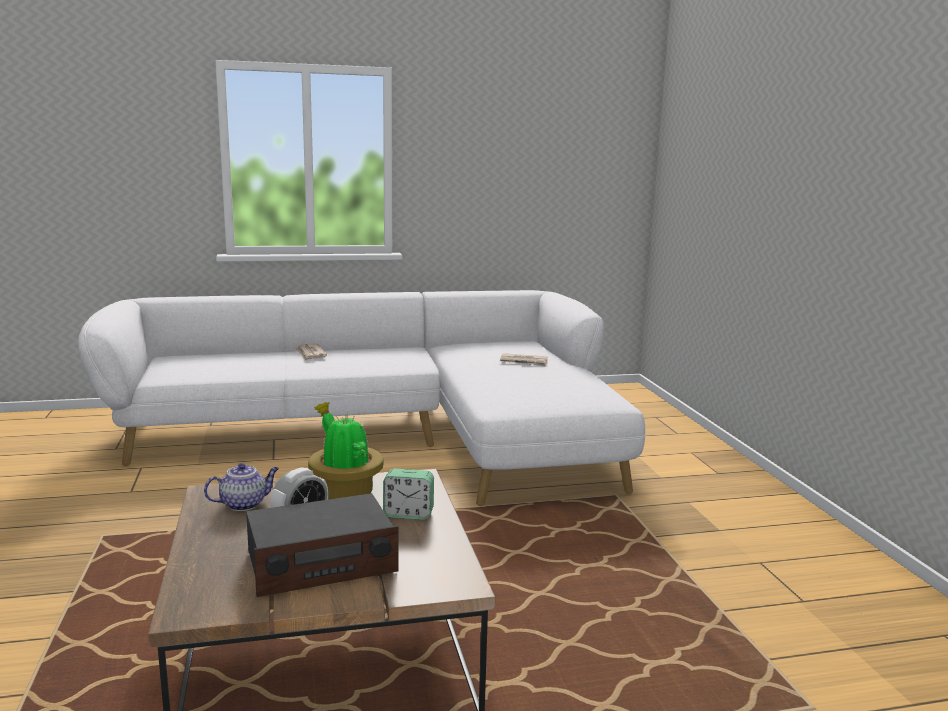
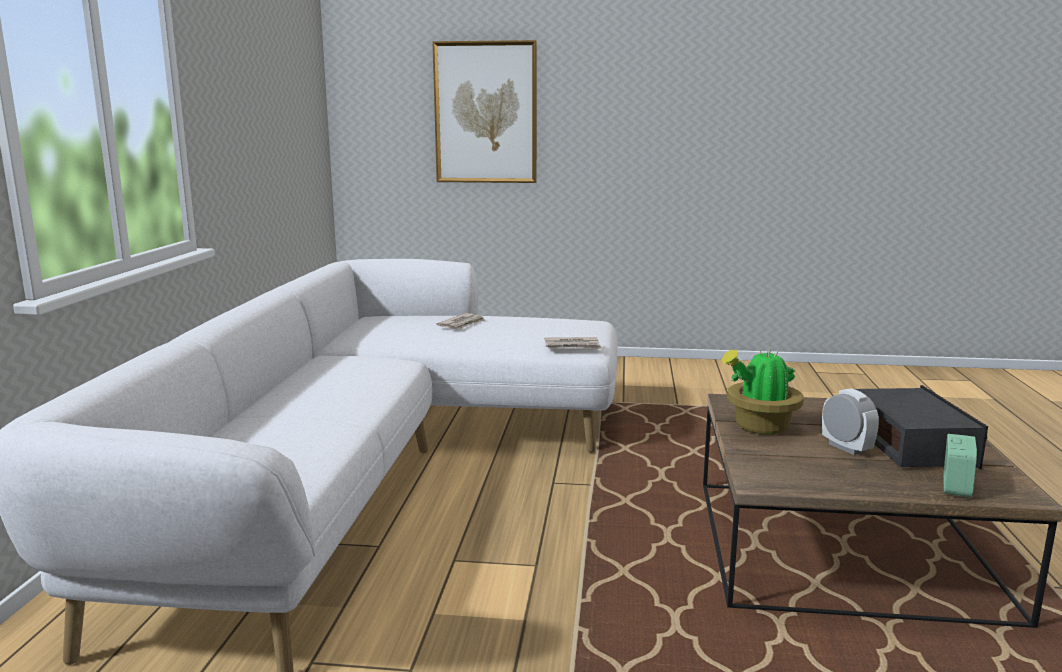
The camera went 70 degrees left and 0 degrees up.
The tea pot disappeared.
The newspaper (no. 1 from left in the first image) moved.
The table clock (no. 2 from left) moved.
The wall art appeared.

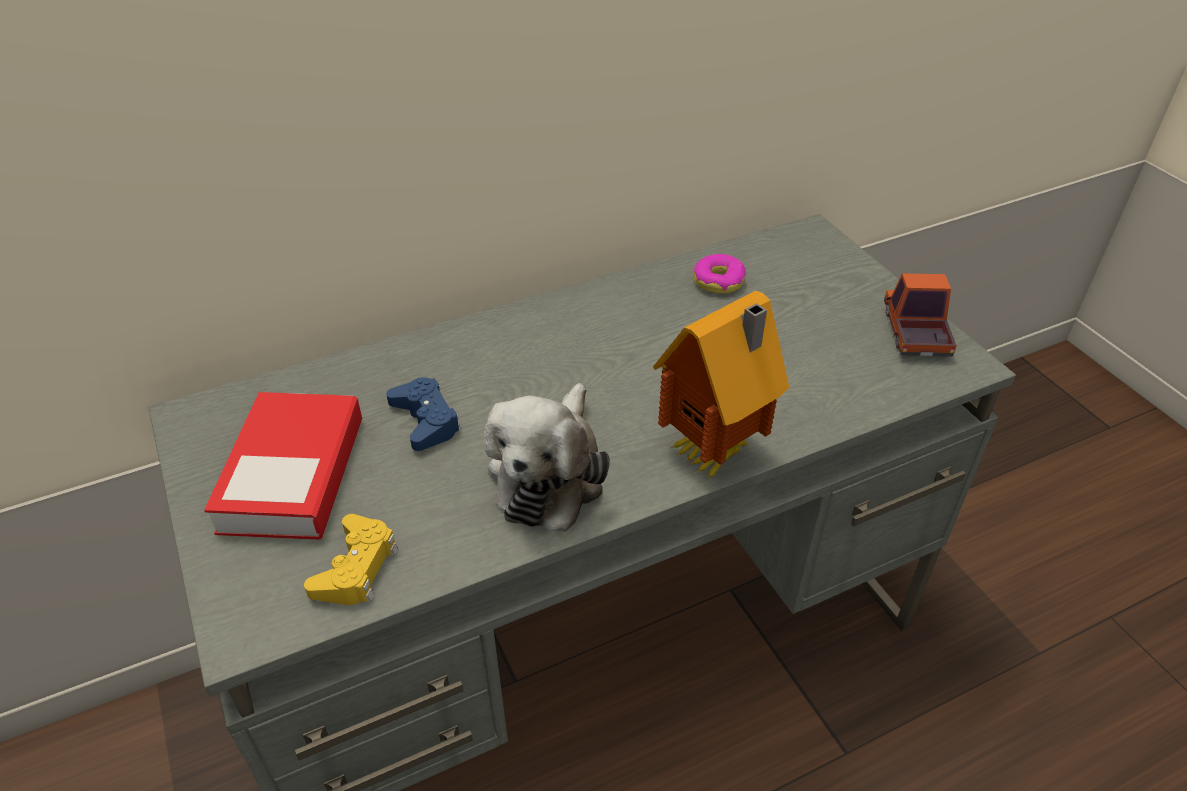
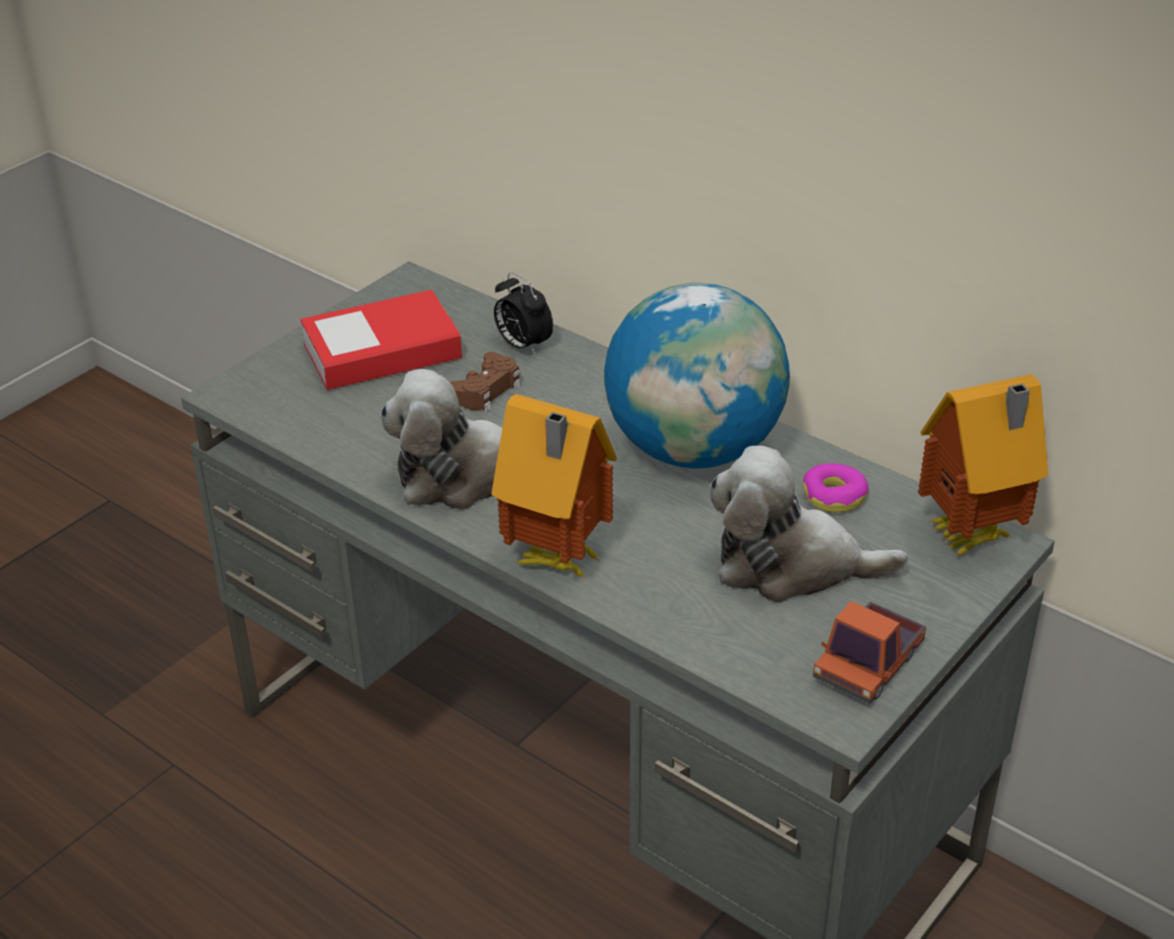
The camera went 65 degrees right and 5 degrees down.
The yellow game controller disappeared.
The blue-coloured game controller became the brown-coloured game controller.
The toy lorry turned 150 degrees clockwise.
The table clock appeared.
The desk globe appeared.
The plush toy (no. 2 from left) appeared.
The toy house (no. 2 from left) appeared.

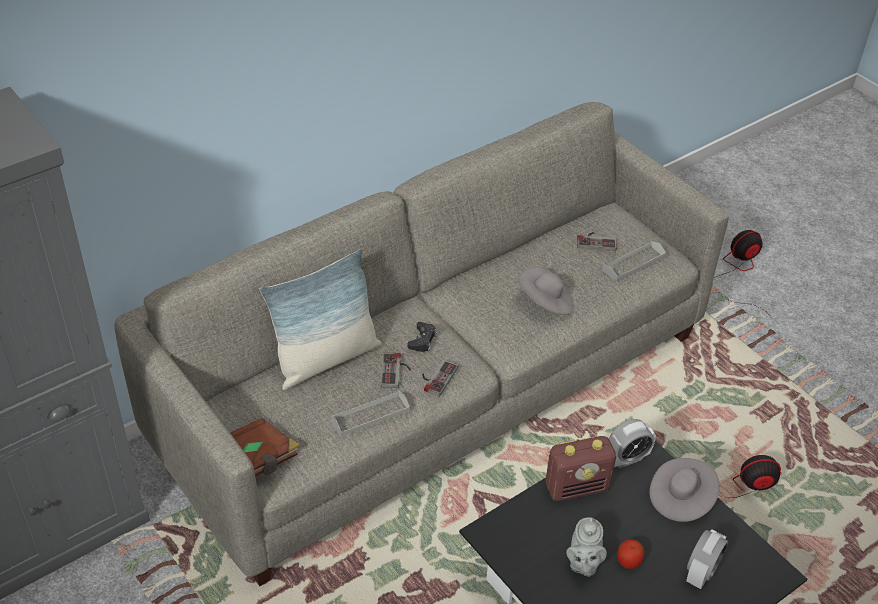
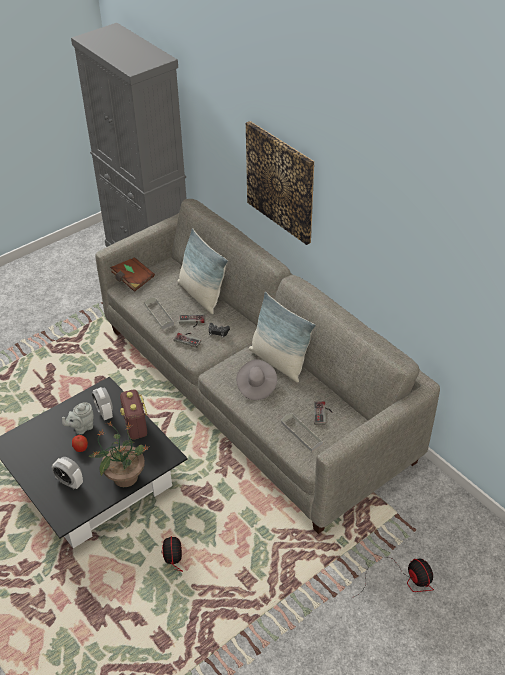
The camera went 90 degrees right and 0 degrees up.
The gray tea pot turned 45 degrees counterclockwise.
The table clock (no. 1 from left in the first image) moved.
The gray clothing hat (no. 2 from left) was replaced by the potted plant.
The wall art appeared.
The cushion (no. 2 from left) appeared.

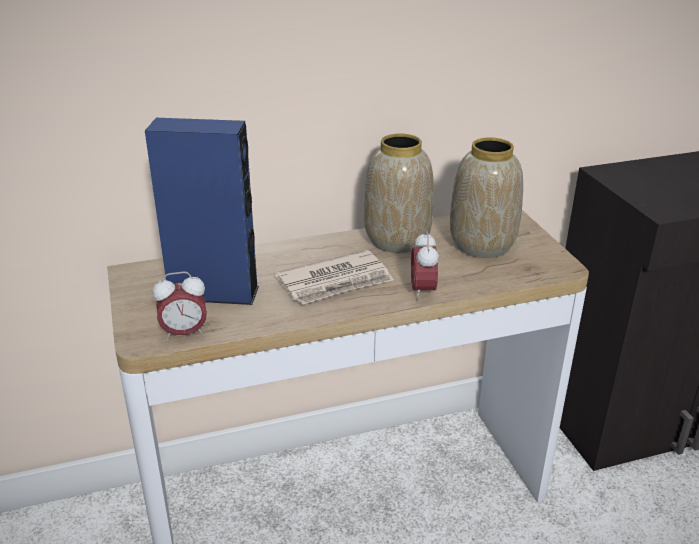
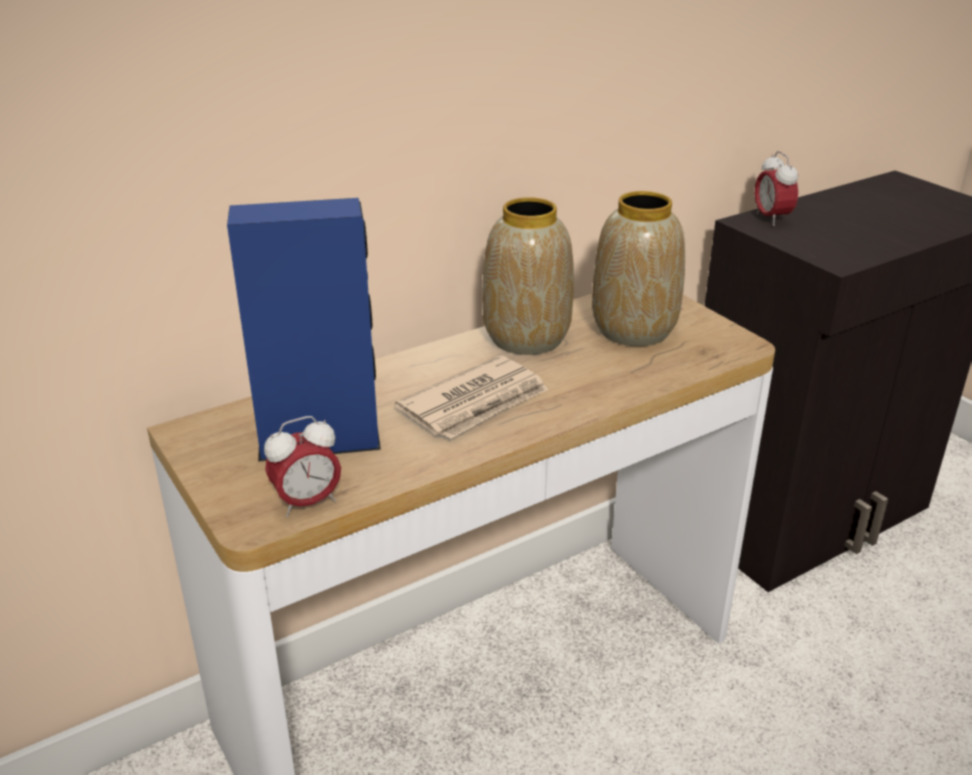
The camera went 15 degrees left and 0 degrees up.
The table clock (no. 2 from left) moved.

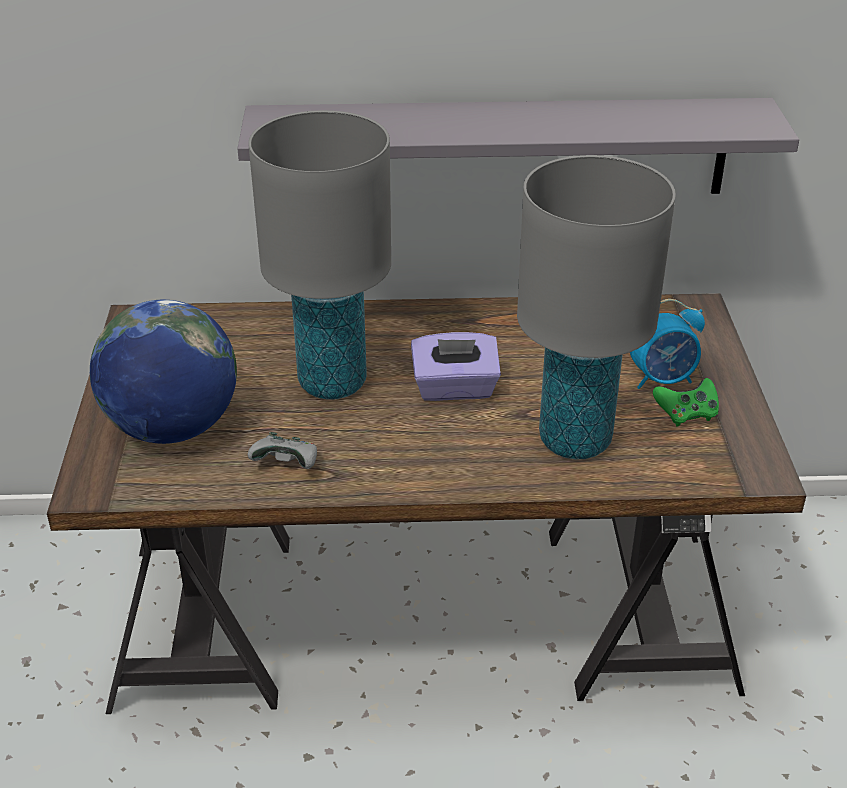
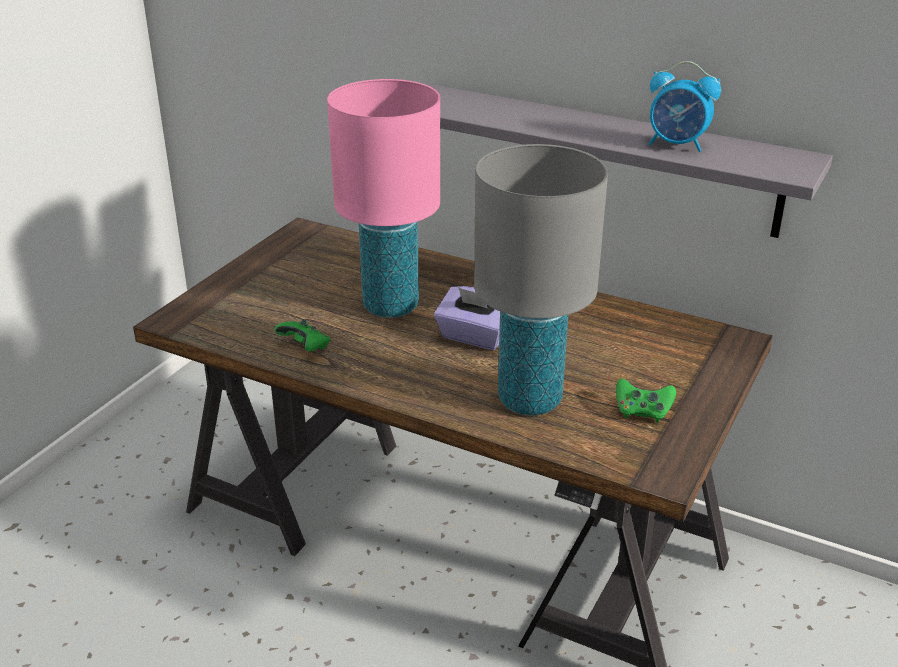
The camera went 30 degrees right and 5 degrees down.
The desk globe disappeared.
The gray tabletop lamp (no. 1 from left) became the pink-coloured tabletop lamp.
The gray game controller became the green game controller (no. 1 from left).
The table clock moved.

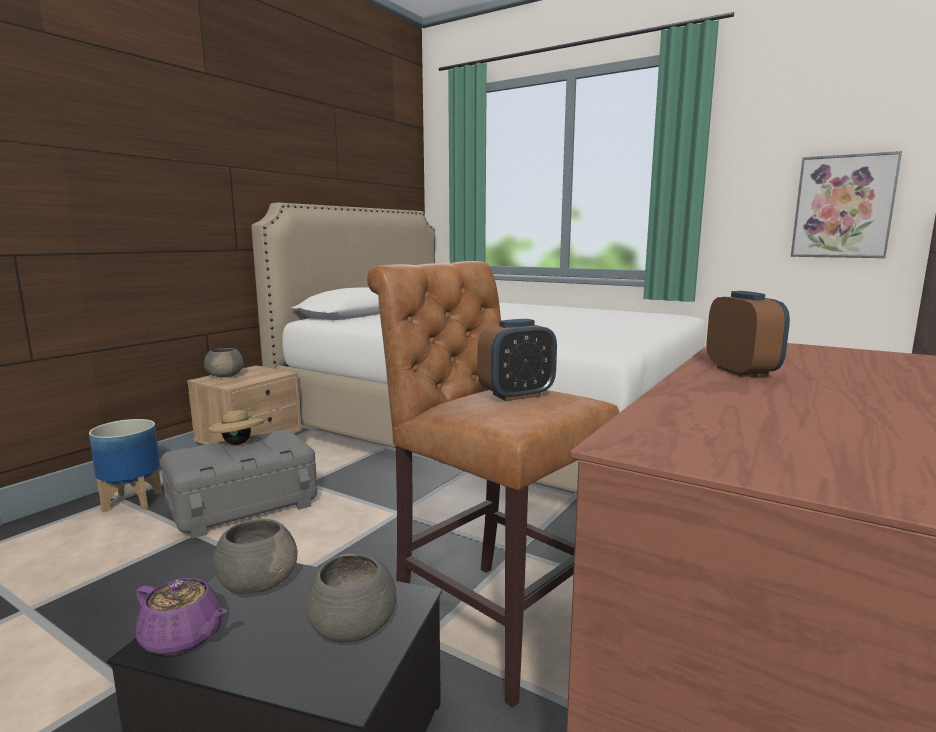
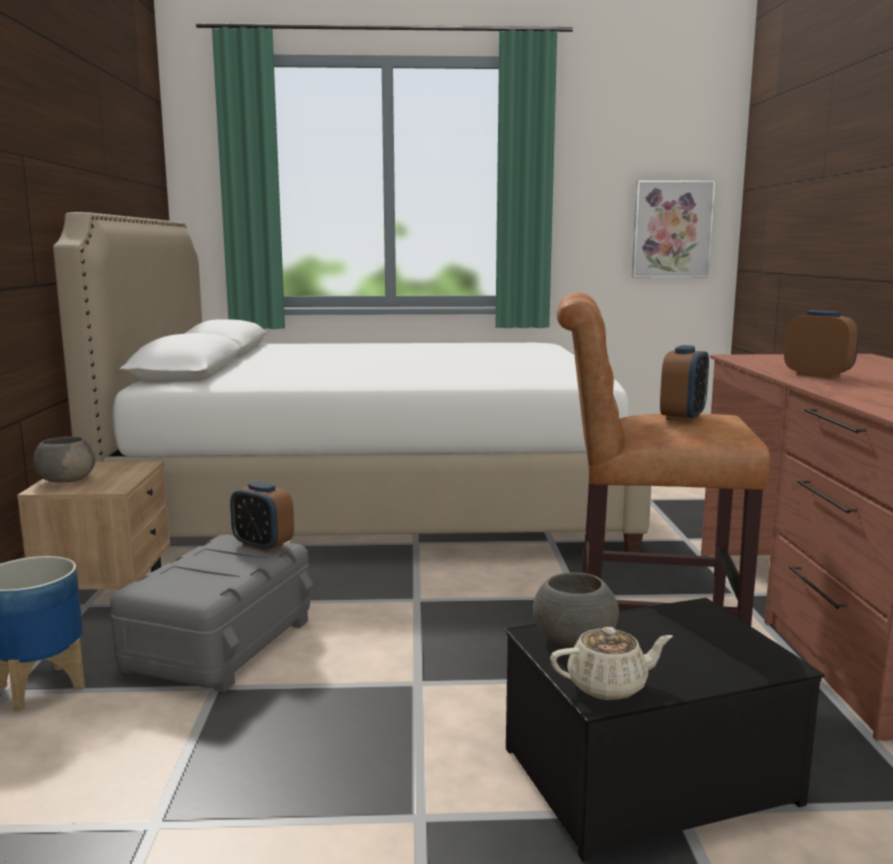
The camera went 35 degrees left and 0 degrees up.
The purple-coloured tea pot became the sand-coloured tea pot.
The sand-coloured clothing hat disappeared.
The gray bowl (no. 3 from left) disappeared.
The table clock (no. 1 from left) appeared.

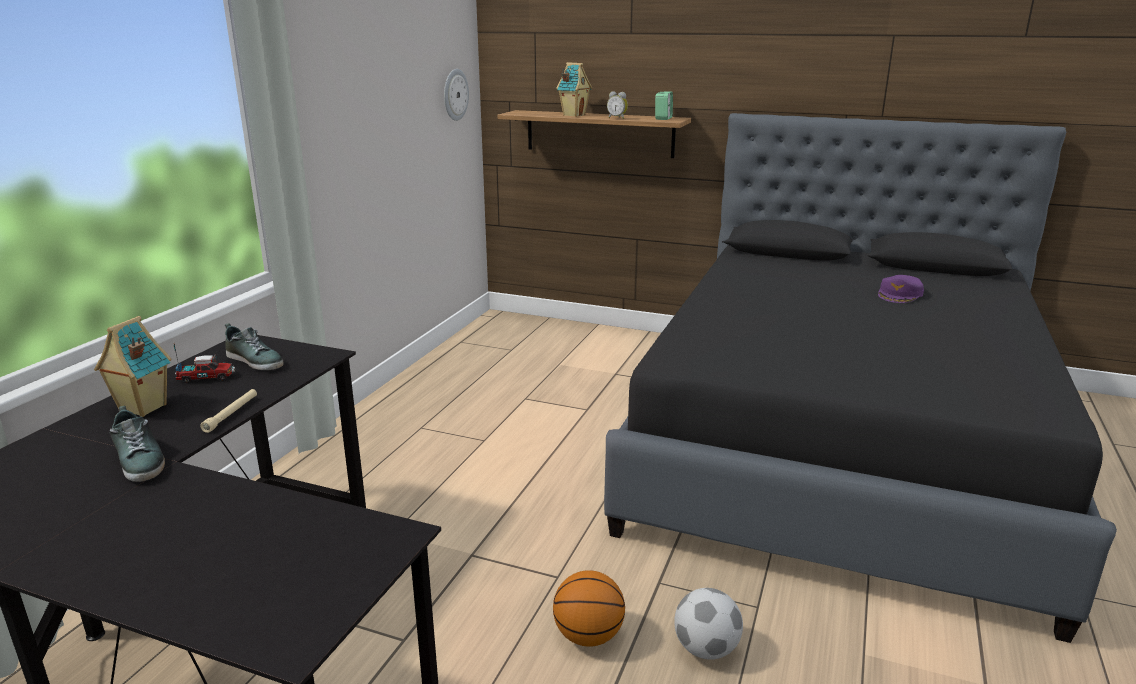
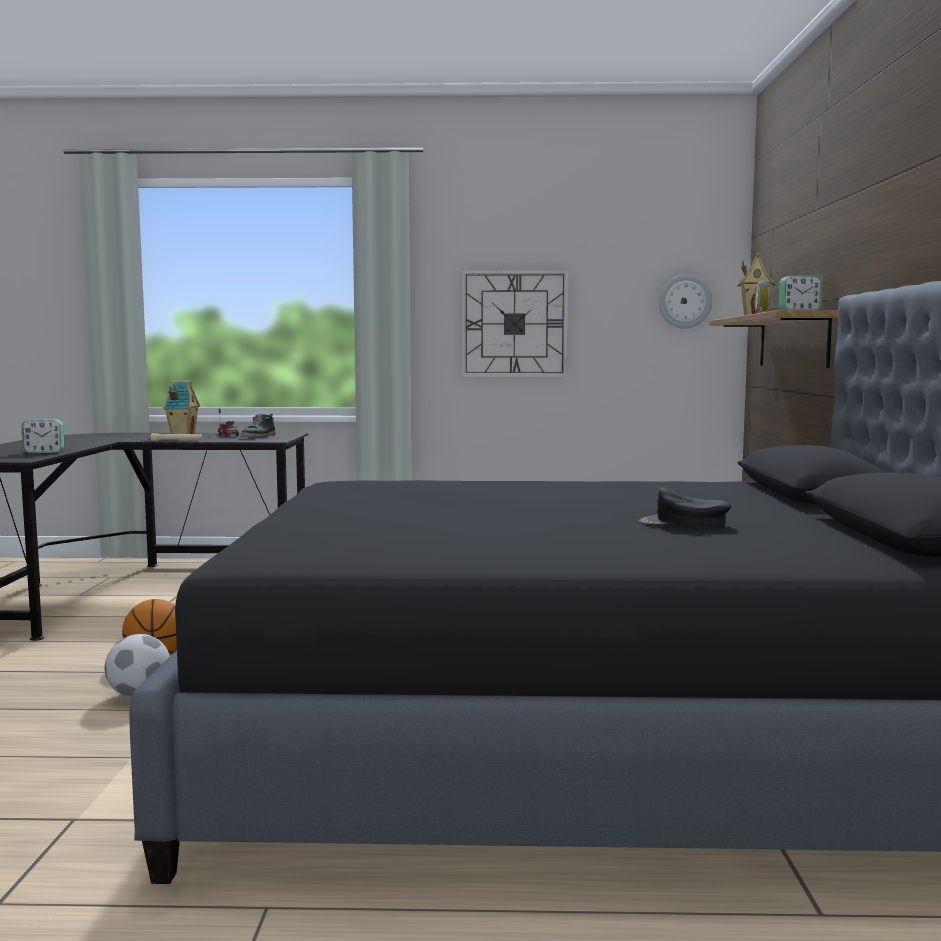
The camera went 70 degrees right and 15 degrees down.
The low shoe (no. 1 from left) disappeared.
The purple-coloured baseball cap became the black baseball cap.
The table clock (no. 1 from left) appeared.
The clock on the wall (no. 1 from left) appeared.

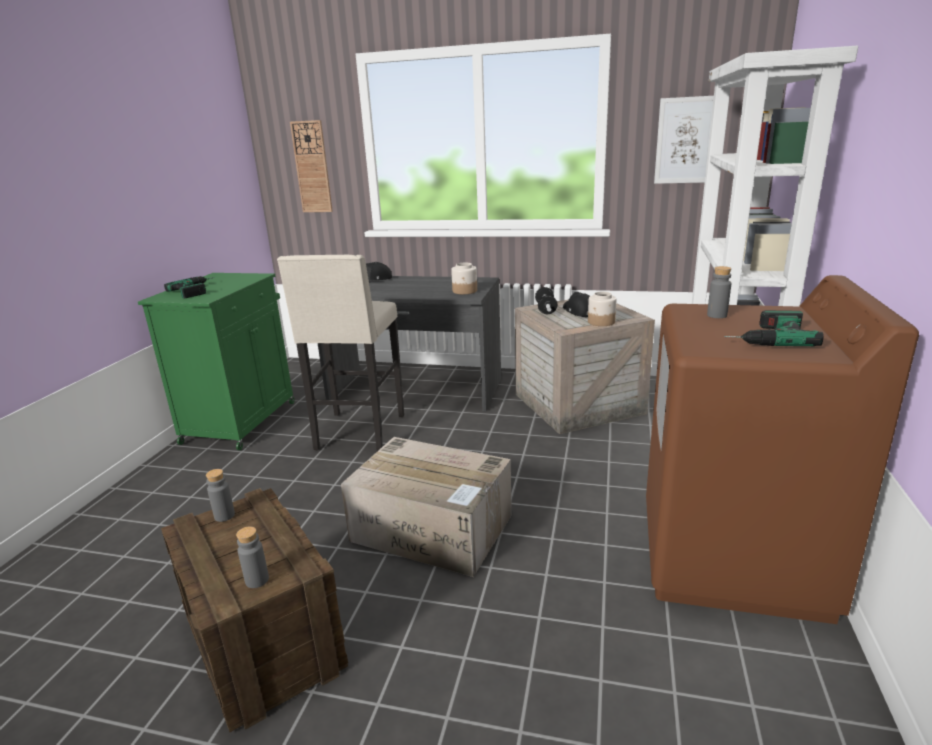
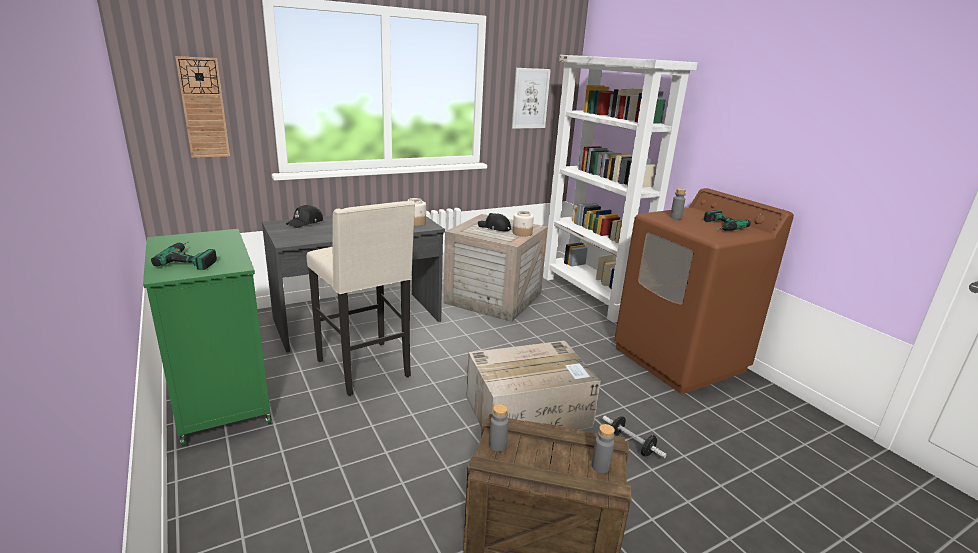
The camera went 45 degrees left and 0 degrees up.
The hand weight moved.

